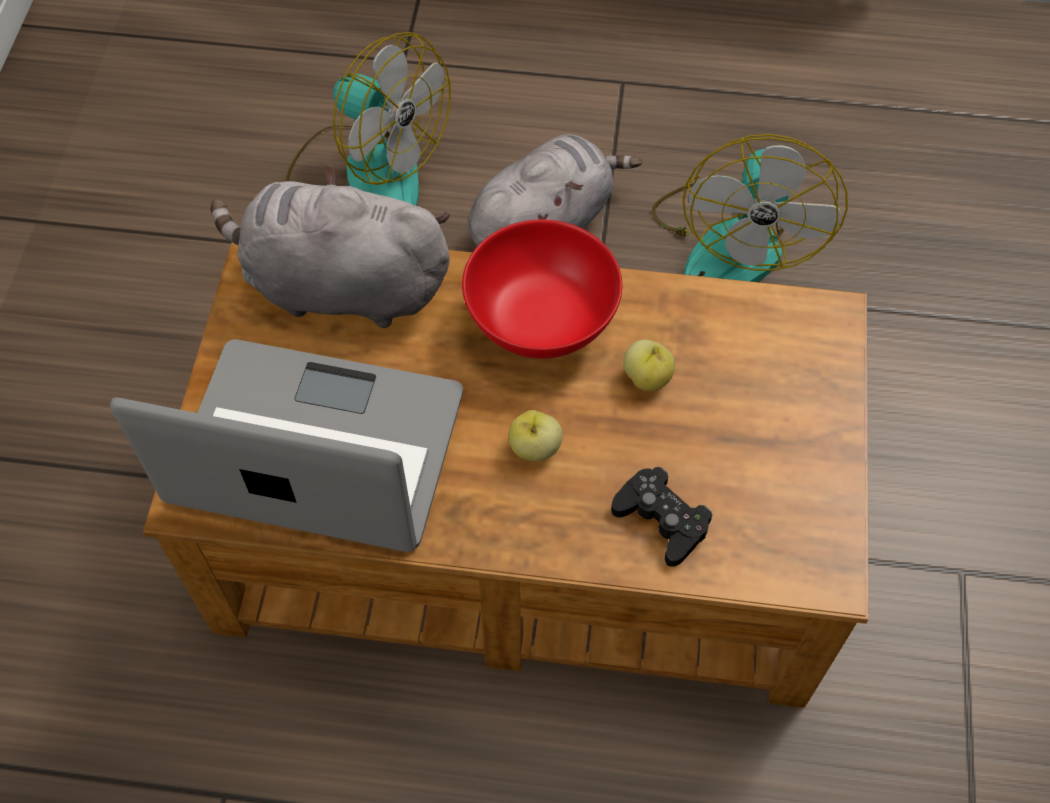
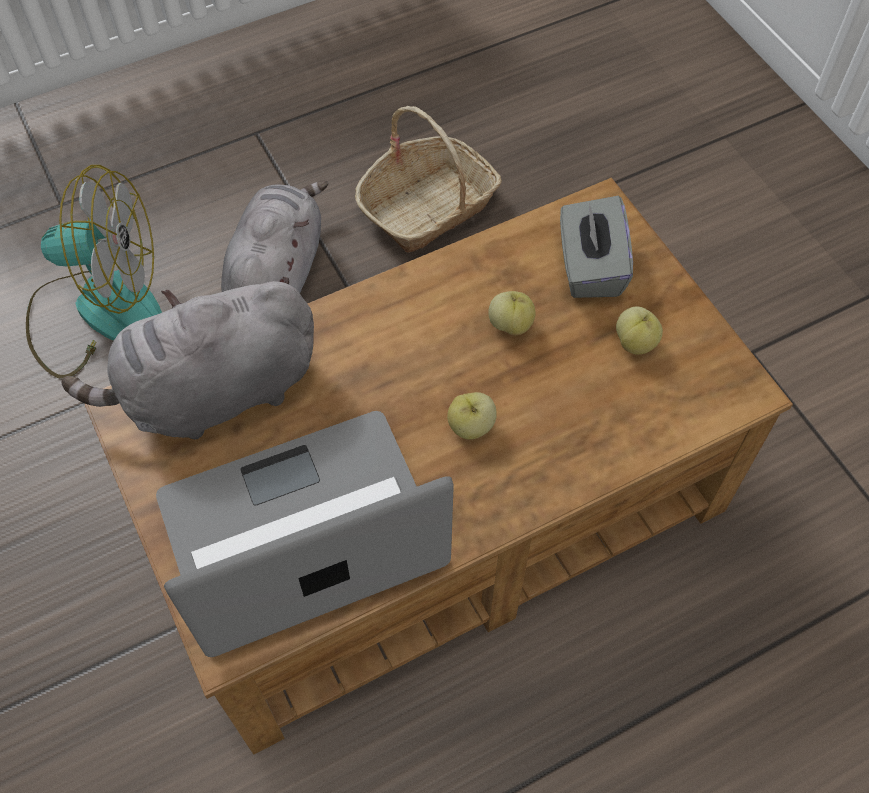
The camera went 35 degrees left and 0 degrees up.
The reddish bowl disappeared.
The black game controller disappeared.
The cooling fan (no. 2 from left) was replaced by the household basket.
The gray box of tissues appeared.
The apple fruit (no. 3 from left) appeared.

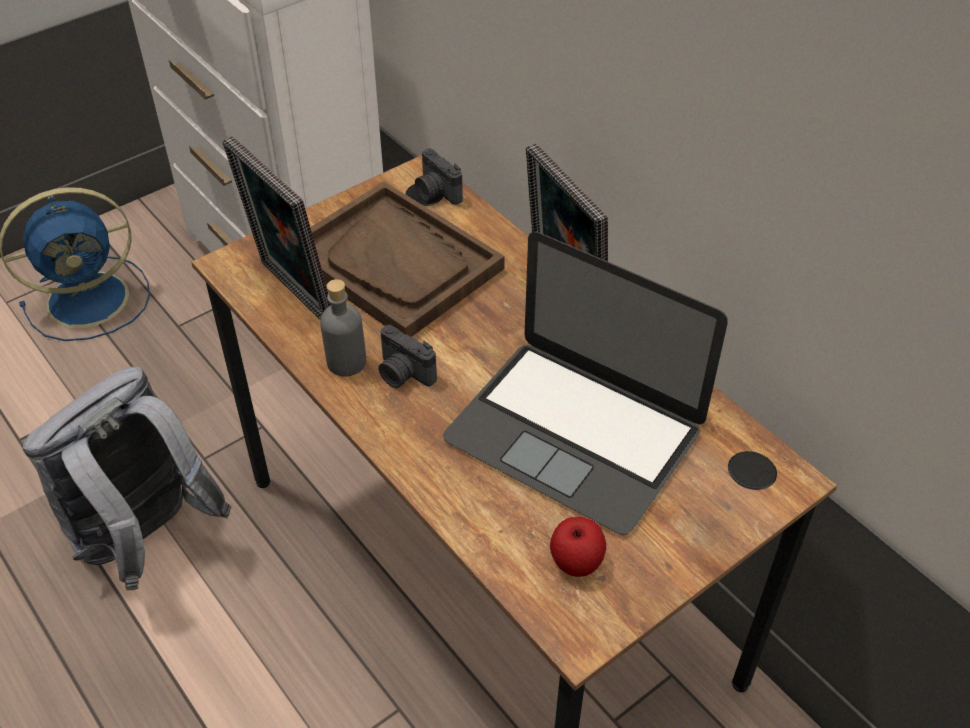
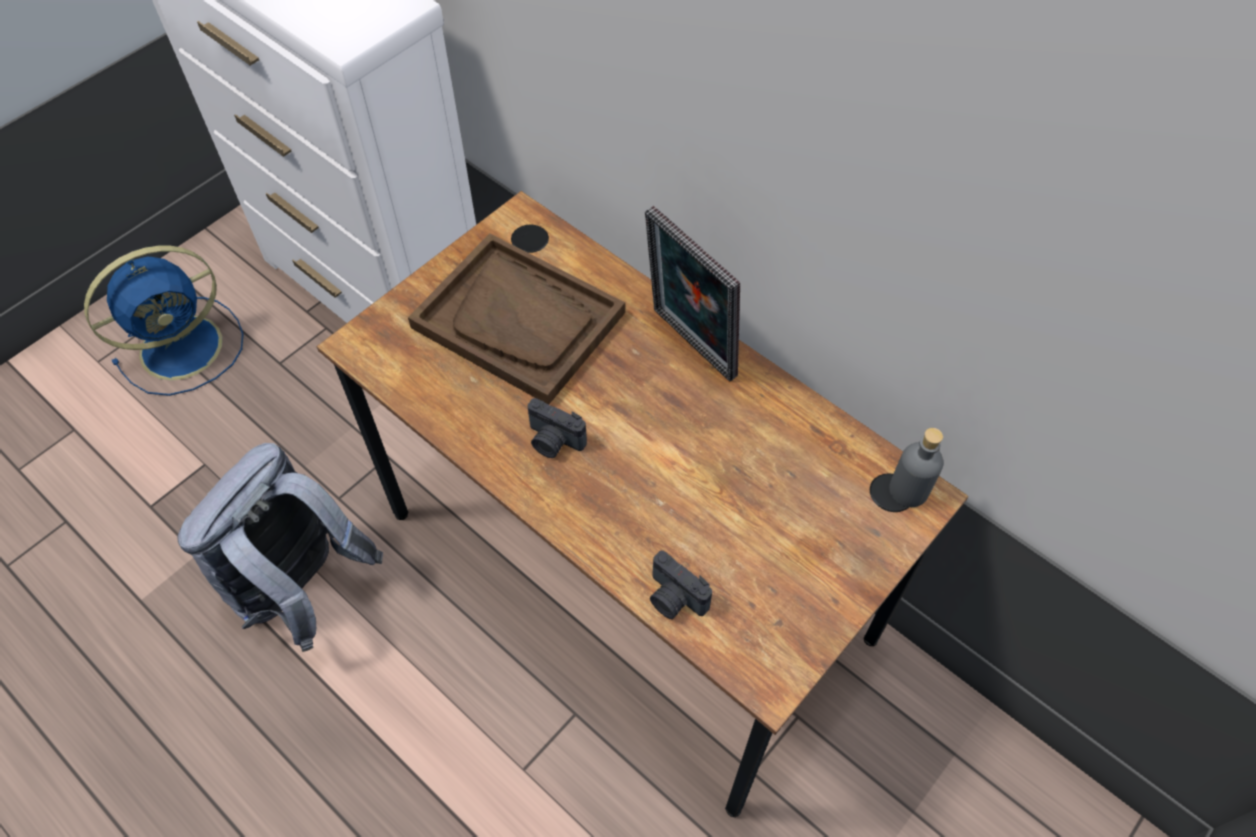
The camera went 10 degrees left and 10 degrees up.
The standing frame (no. 1 from left) disappeared.
The gray beverage bottle moved.
The still camera (no. 2 from left) moved.
The portable computer disappeared.
The apple fruit disappeared.

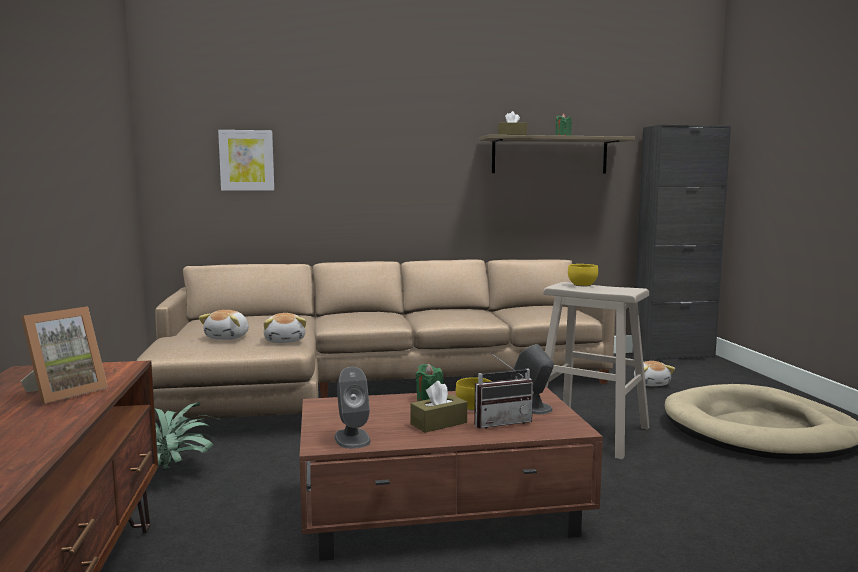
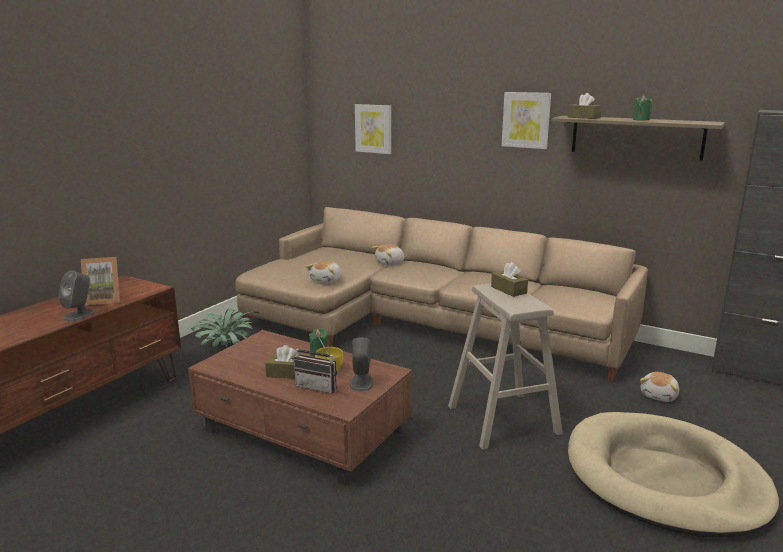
The camera went 40 degrees right and 10 degrees up.
The plush toy (no. 1 from left in the first image) moved.
The gray audio speaker (no. 1 from left) moved.
The yellow bowl (no. 2 from left) was replaced by the brown-coloured box of tissues (no. 2 from left).
The wall art (no. 2 from left) appeared.

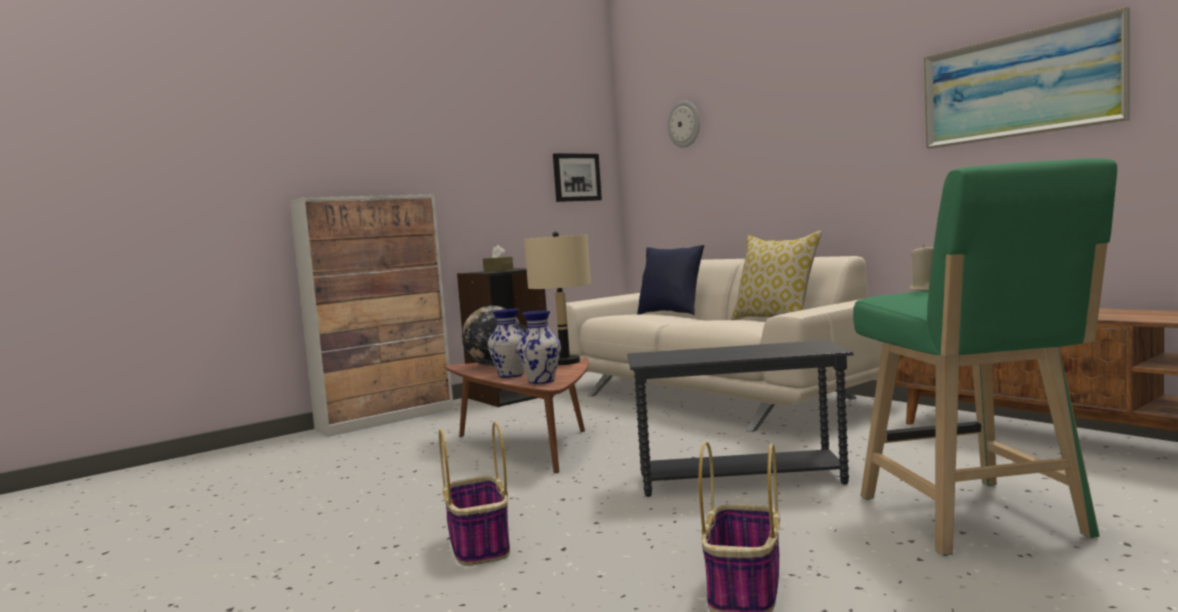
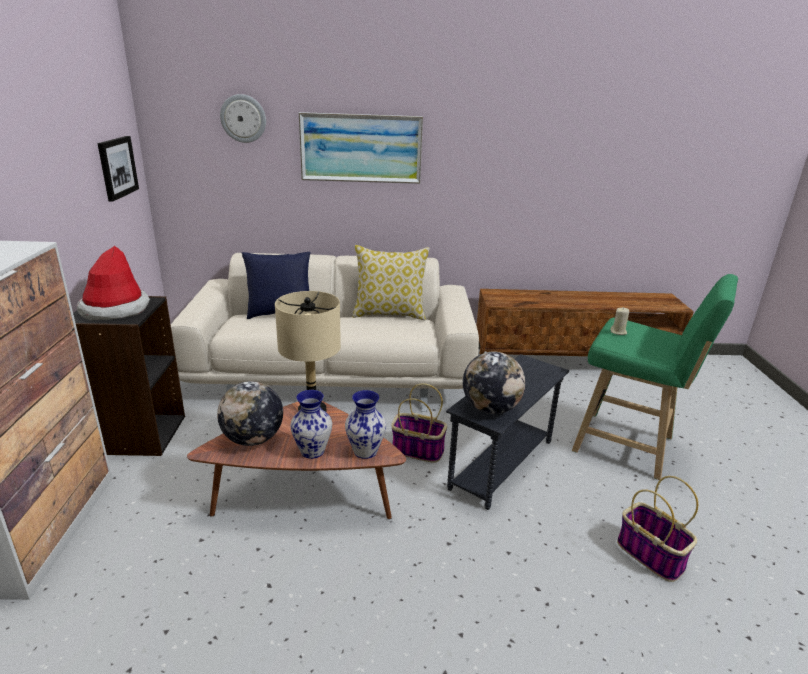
The camera went 55 degrees left and 20 degrees up.
The household basket (no. 1 from left) moved.
The brown-coloured box of tissues was replaced by the clothing hat.
The wall art (no. 2 from left) moved.
The desk globe (no. 2 from left) appeared.

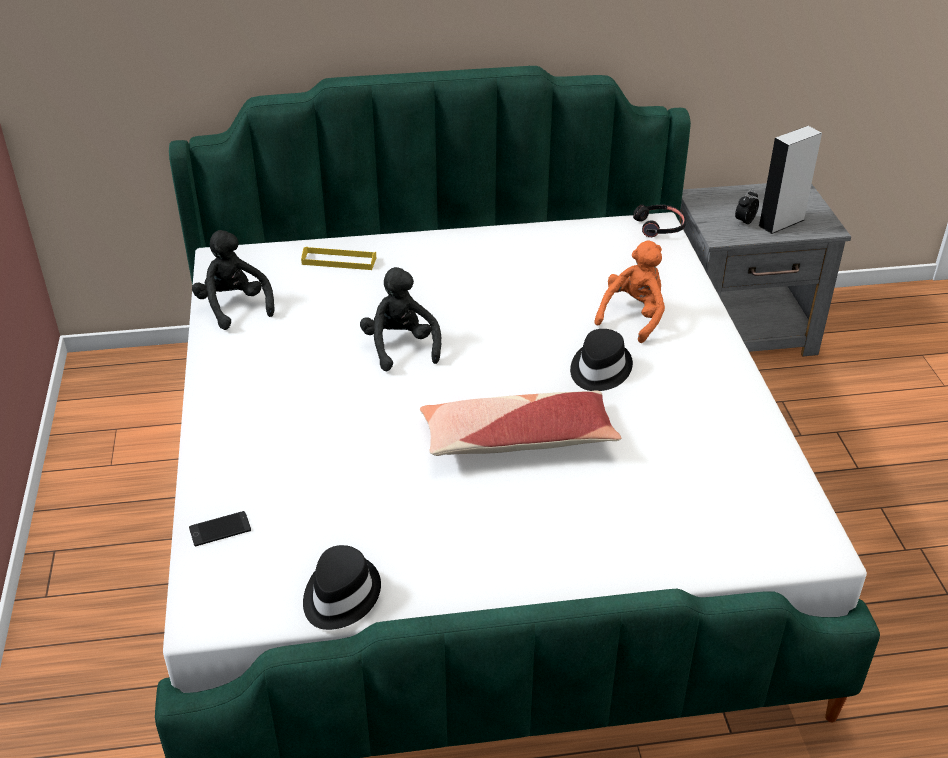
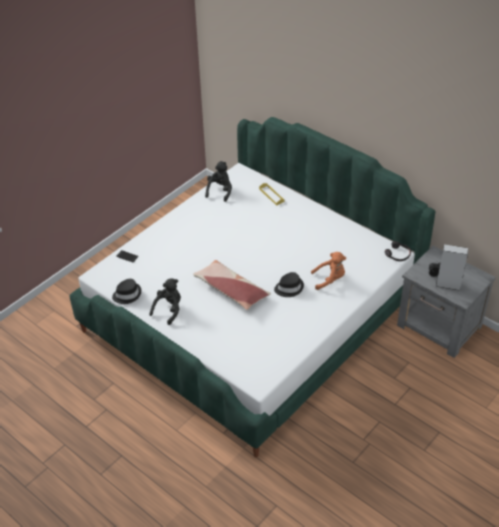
The camera went 50 degrees right and 5 degrees up.
The black plush toy (no. 2 from left in the first image) moved.

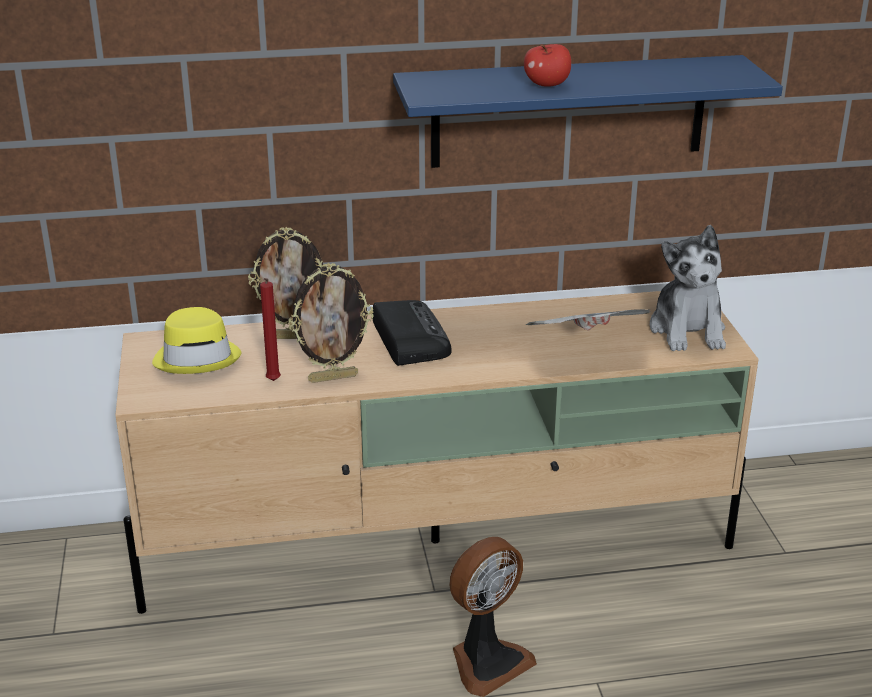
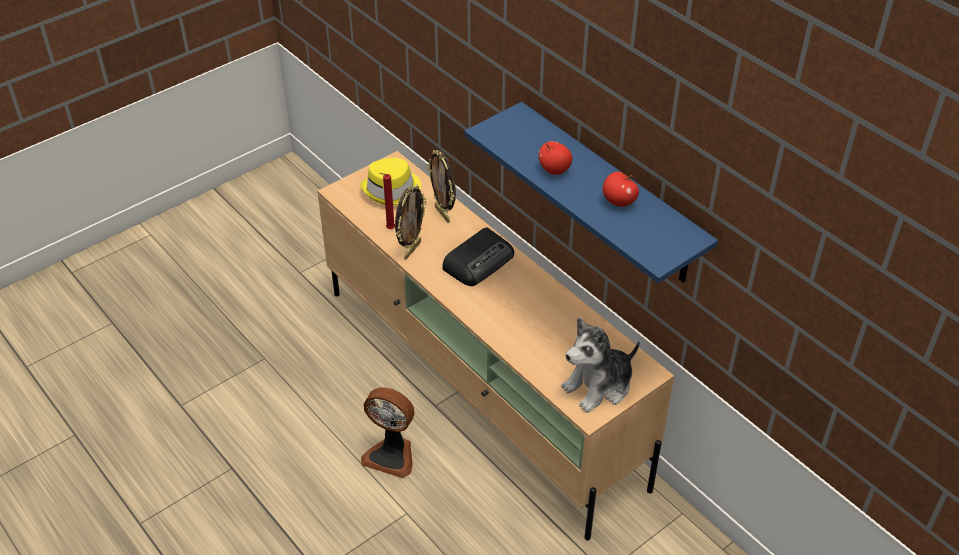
The camera went 60 degrees right and 15 degrees up.
The standing frame (no. 2 from left in the first image) turned 105 degrees counterclockwise.
The newspaper disappeared.
The apple fruit (no. 2 from left) appeared.

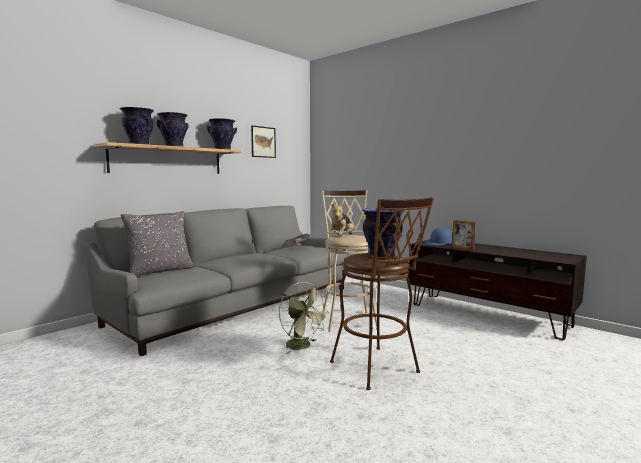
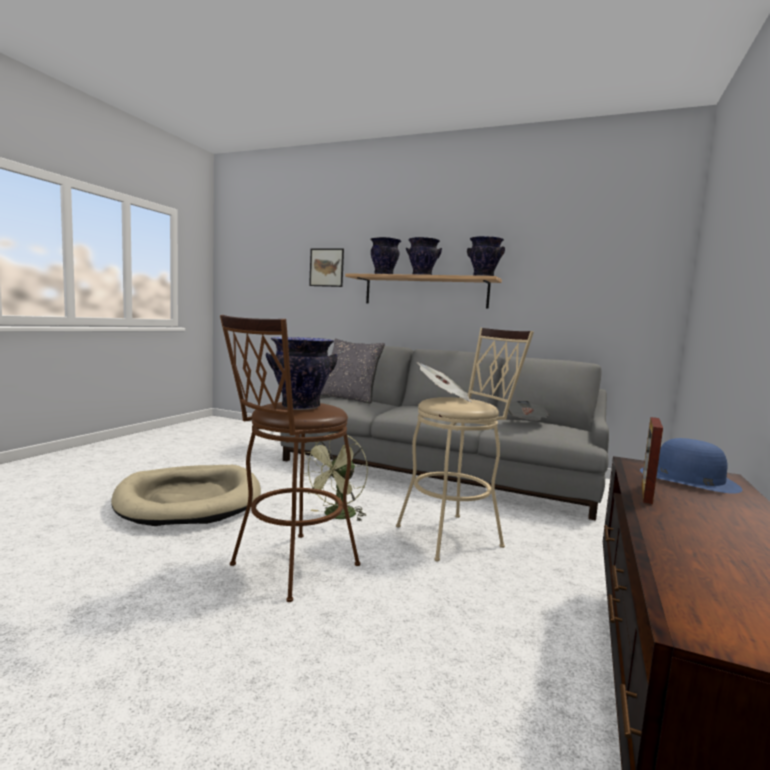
The camera went 70 degrees right and 0 degrees up.
The wall art moved.
The plush toy was replaced by the newspaper (no. 1 from left).
The sand-coloured dog bed appeared.

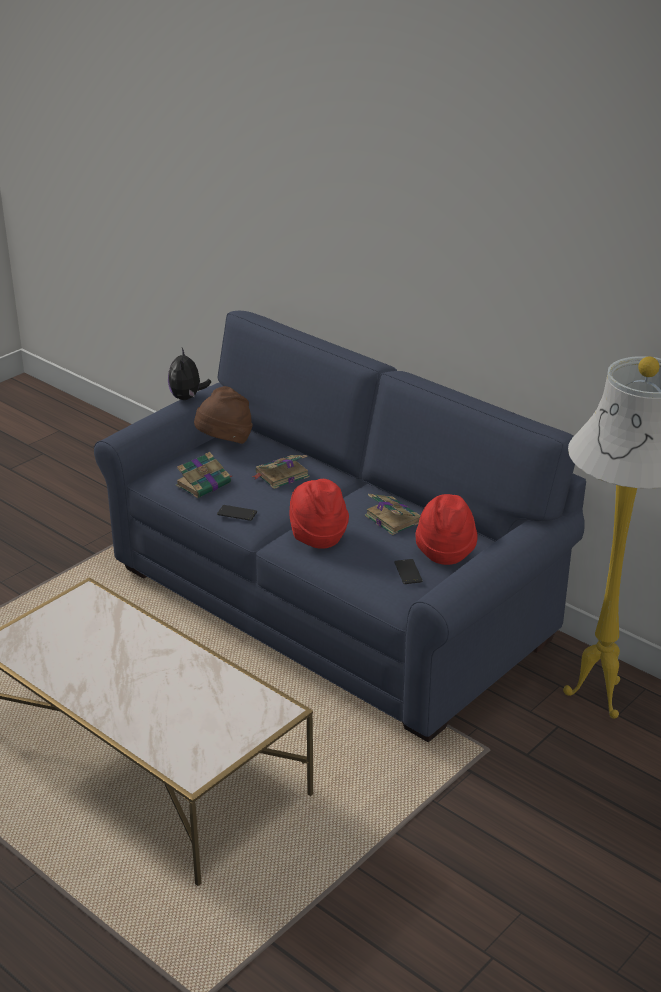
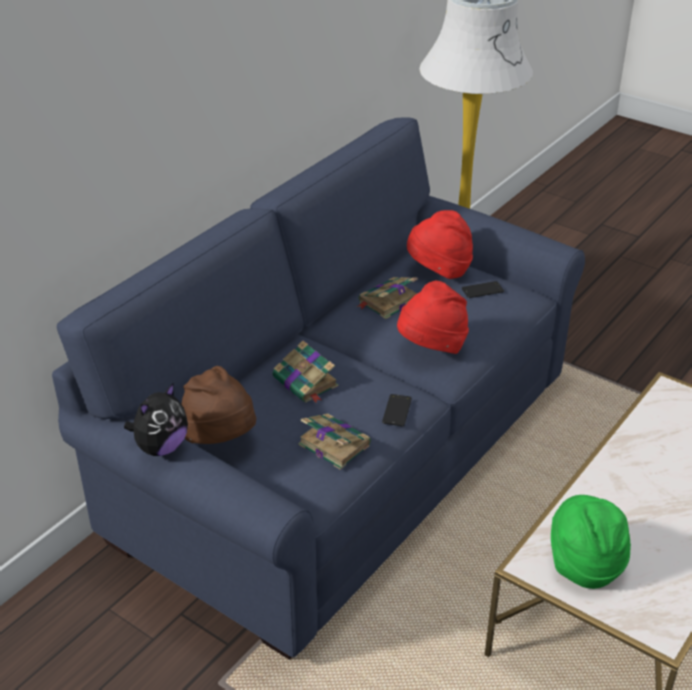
The camera went 95 degrees left and 5 degrees up.
The plush toy turned 45 degrees counterclockwise.
The green clothing hat appeared.

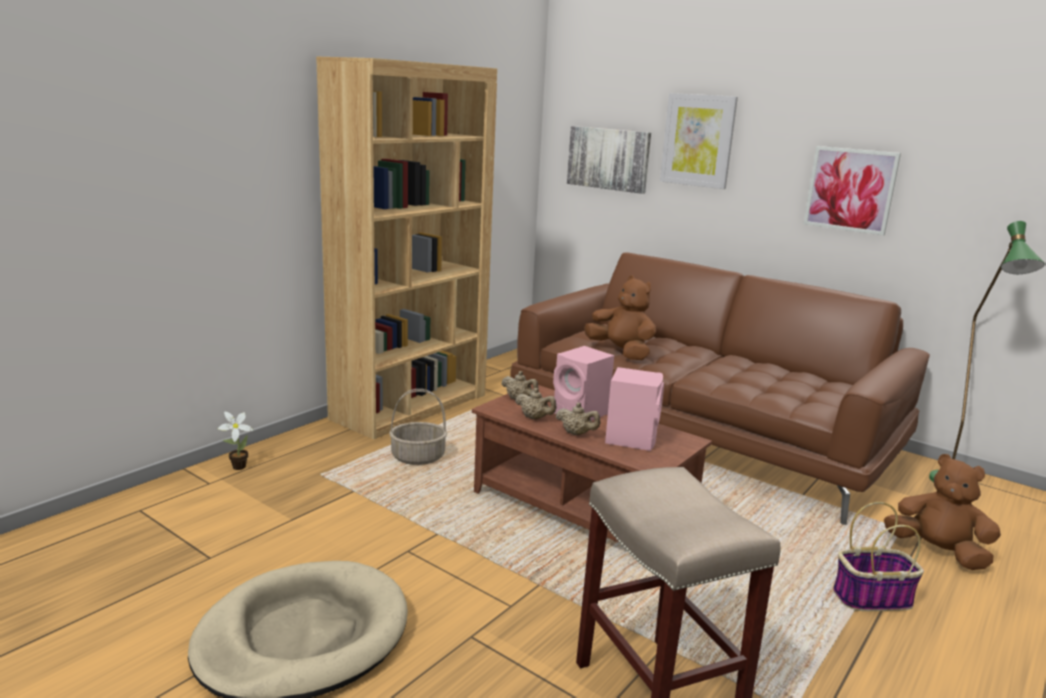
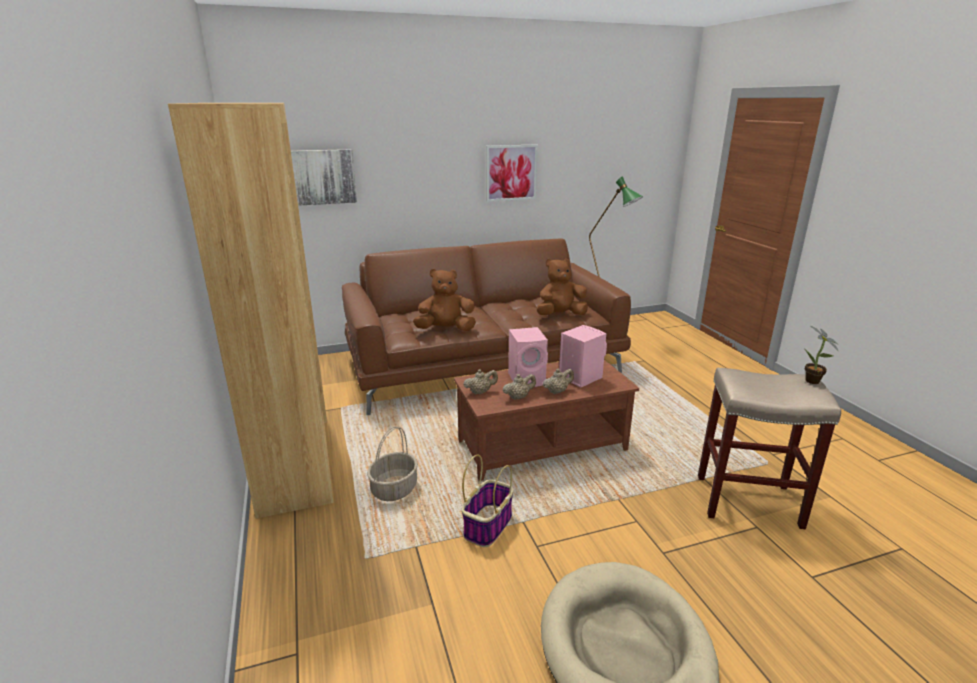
The camera went 55 degrees left and 5 degrees up.
The potted plant moved.
The wall art (no. 2 from left) disappeared.
The household basket (no. 2 from left) moved.
The brown-coloured plush toy (no. 2 from left) moved.

